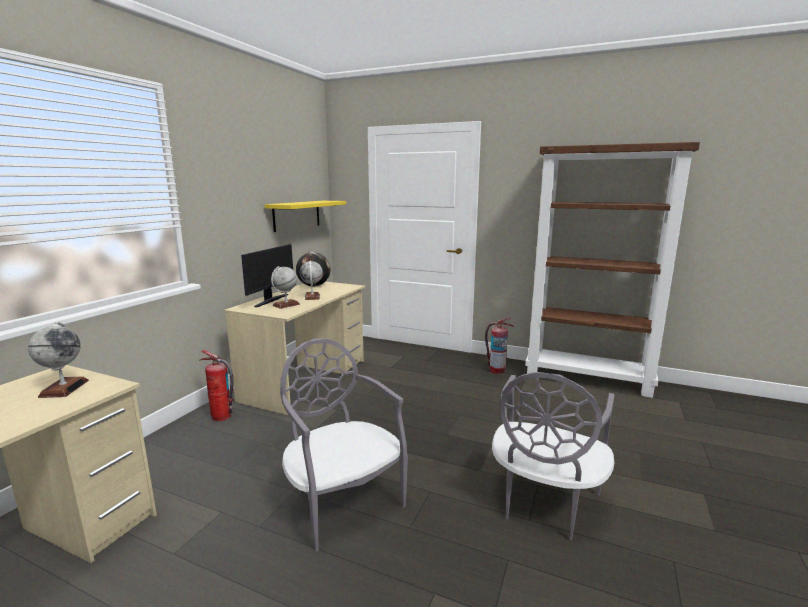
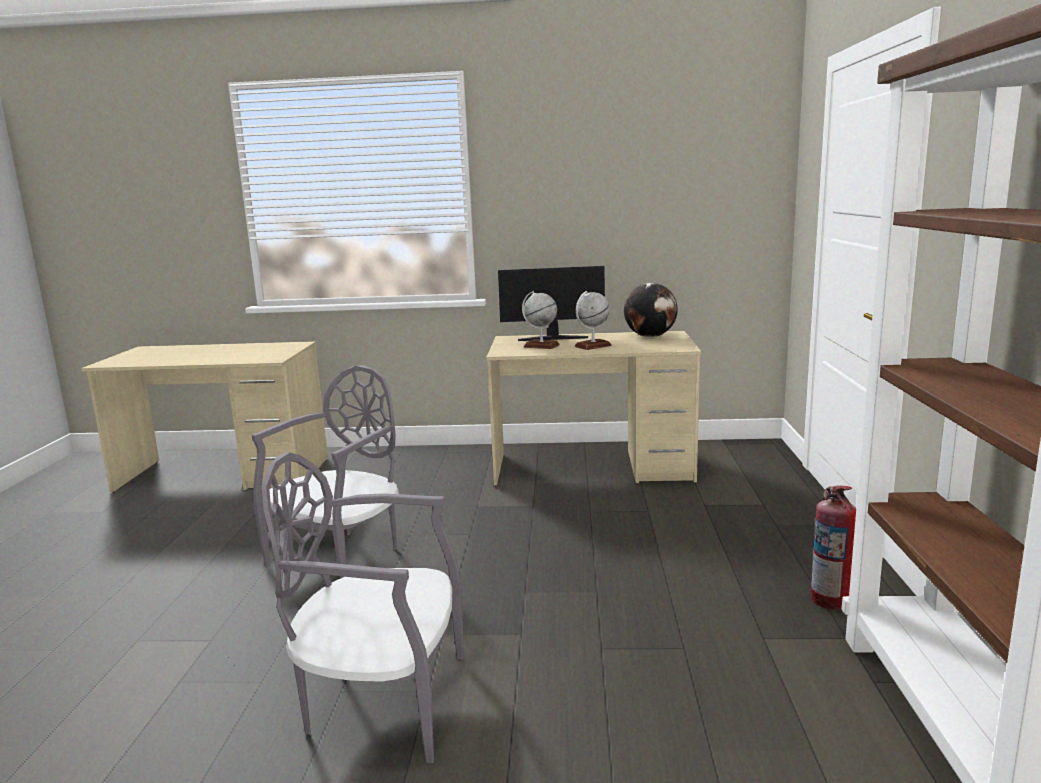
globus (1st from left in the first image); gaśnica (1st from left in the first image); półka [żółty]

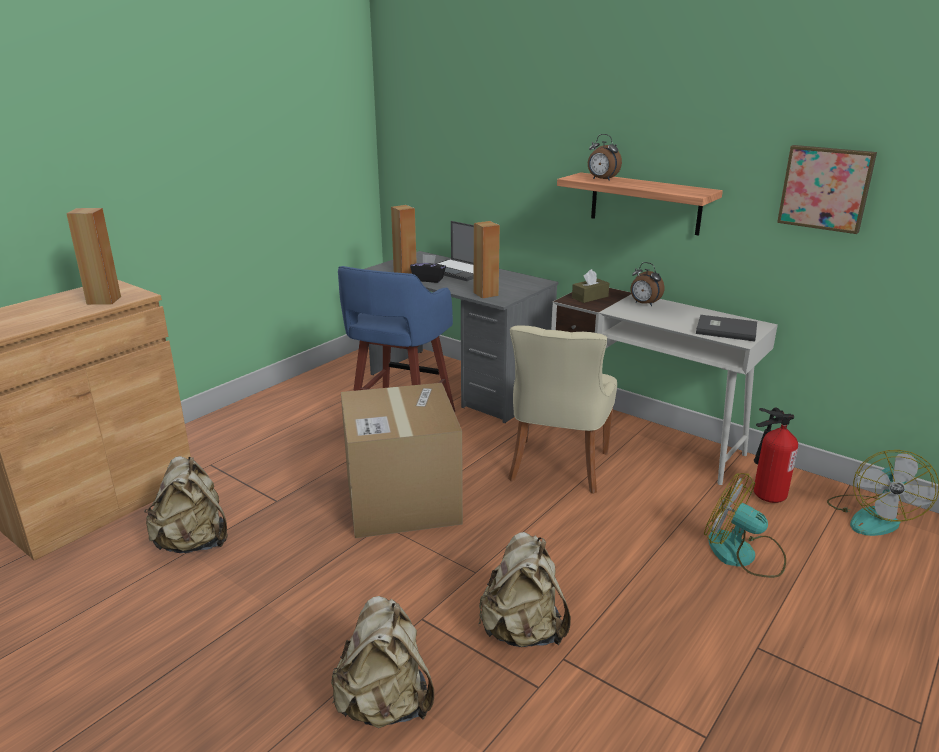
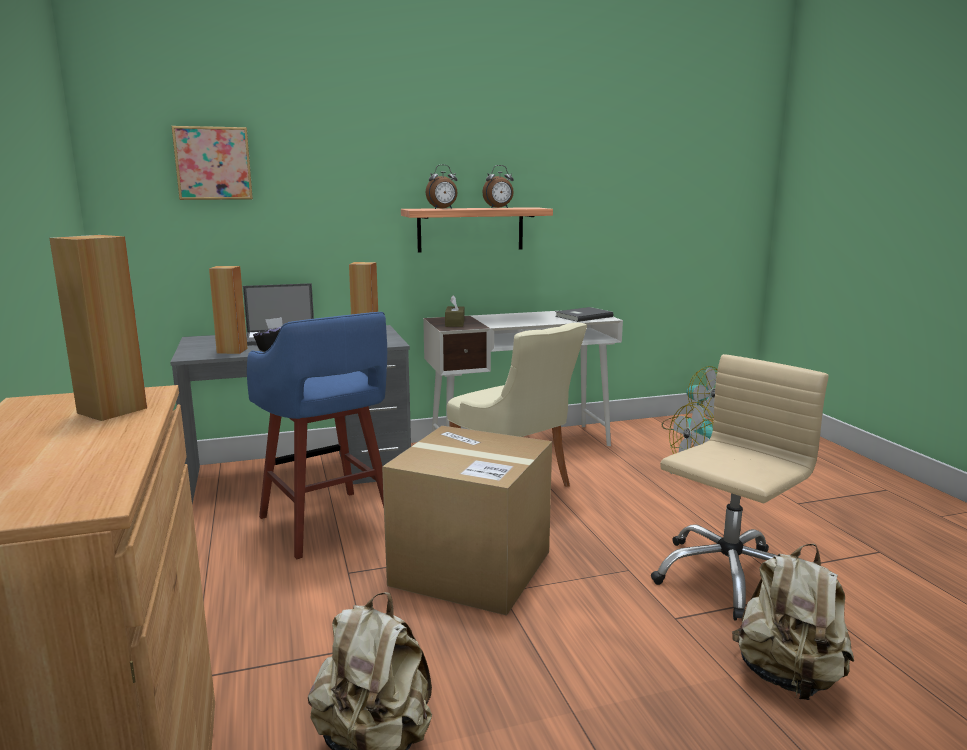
krzesło biurowe [beżowy]; budzik (2nd from left); gaśnica; obraz

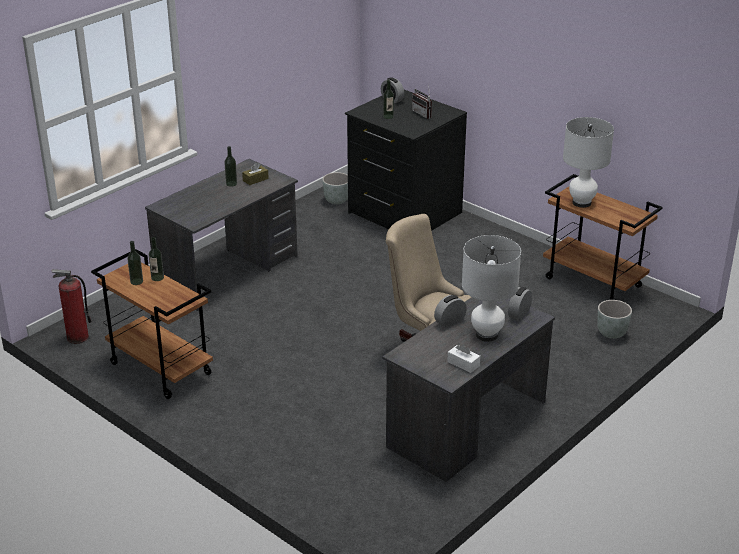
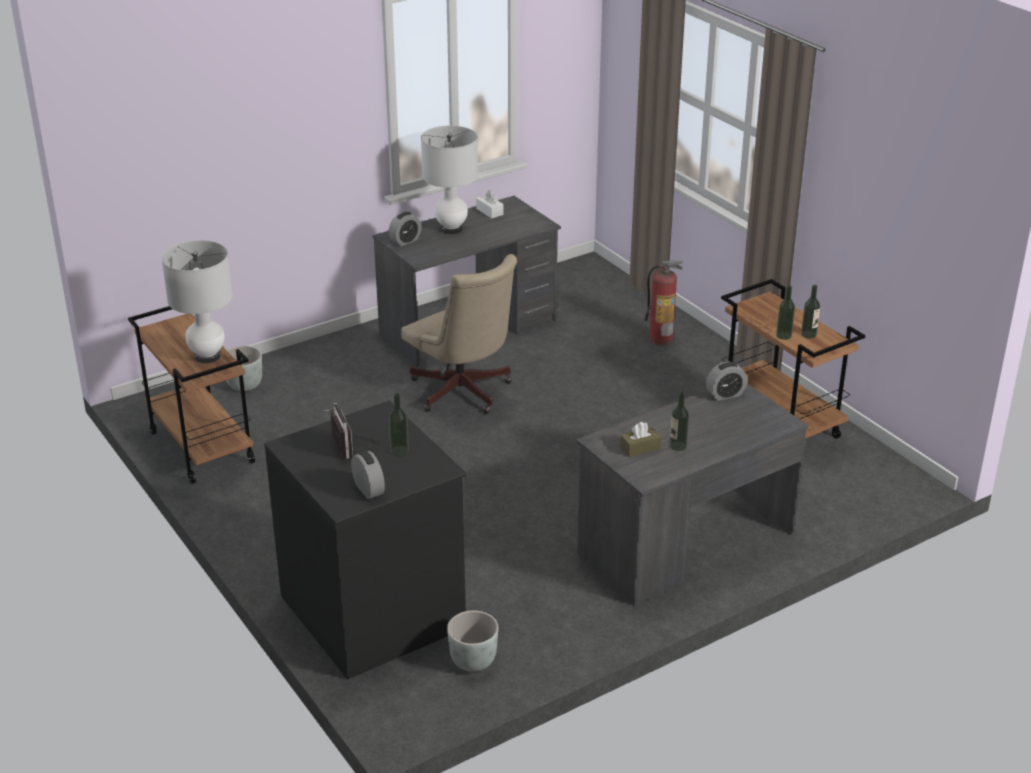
gaśnica; budzik (3rd from left)

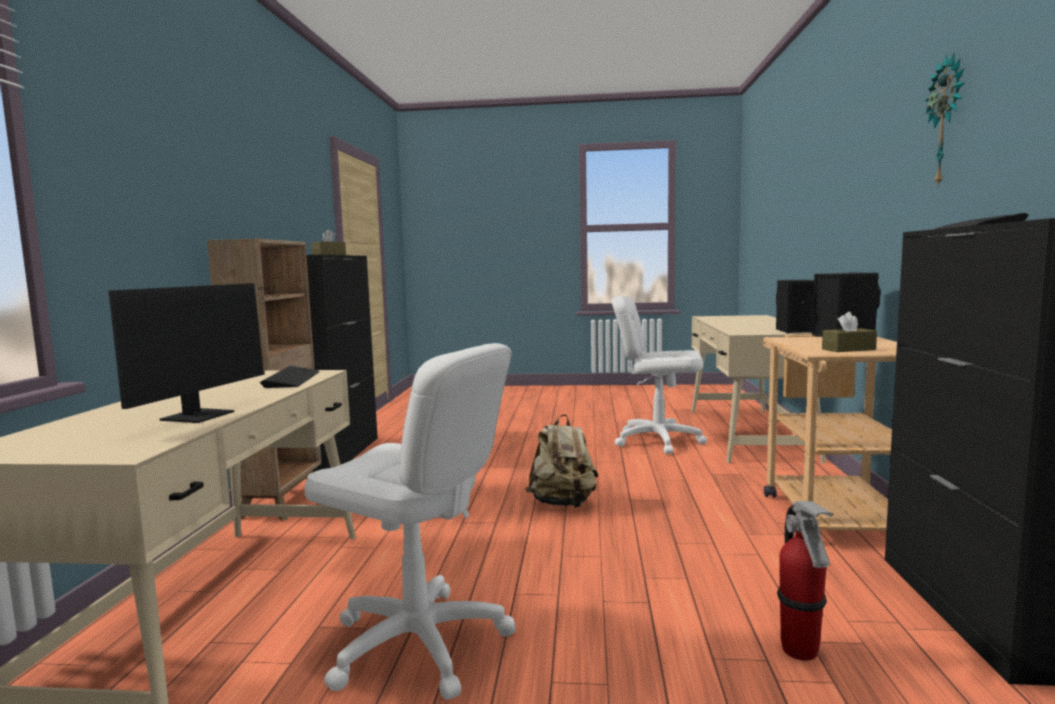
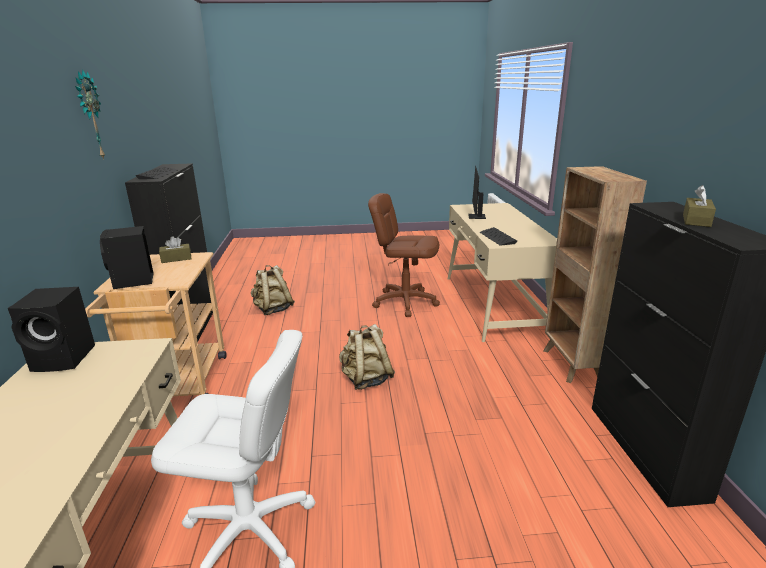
krzesło biurowe [brązowy]; plecak [beżowy] (1st from left)

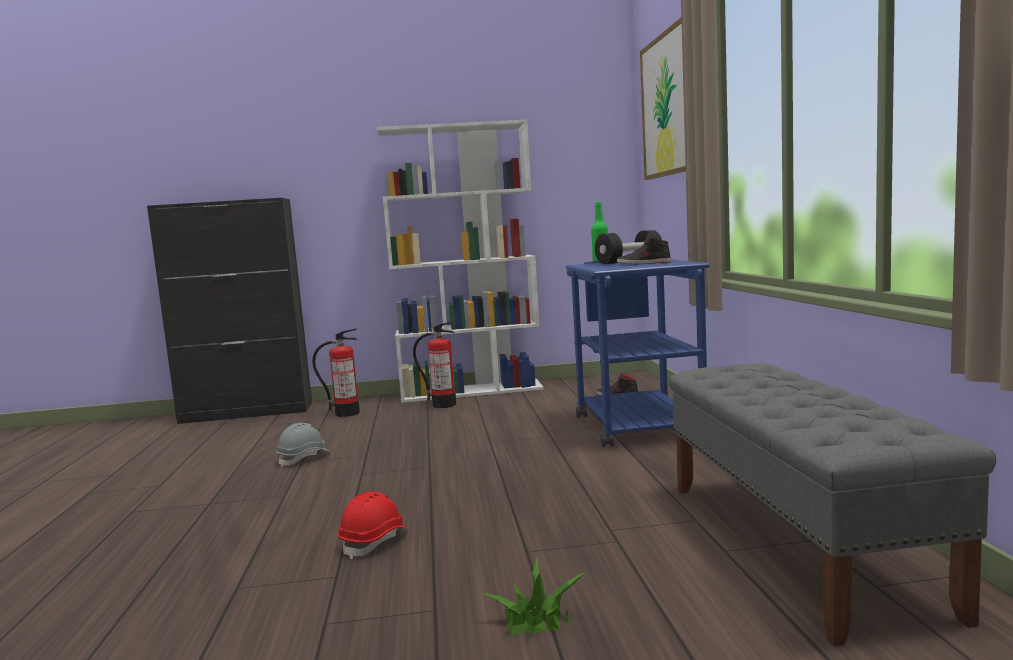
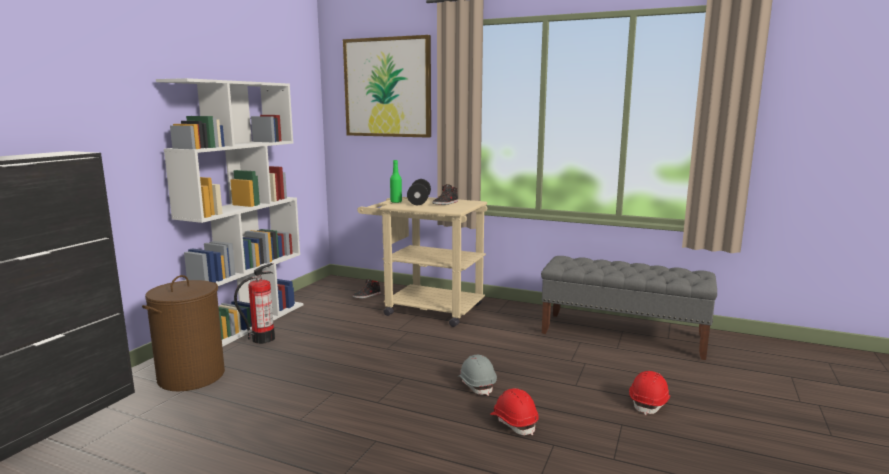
kask [szary]; kosz na pranie [brązowy]; kask [czerwony] (2nd from left); wózek [beżowy]

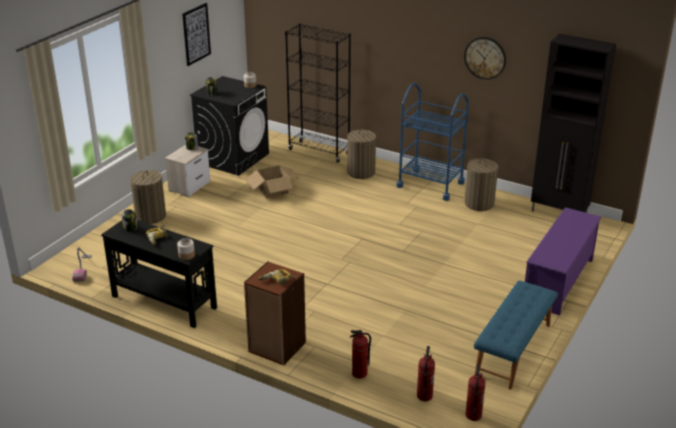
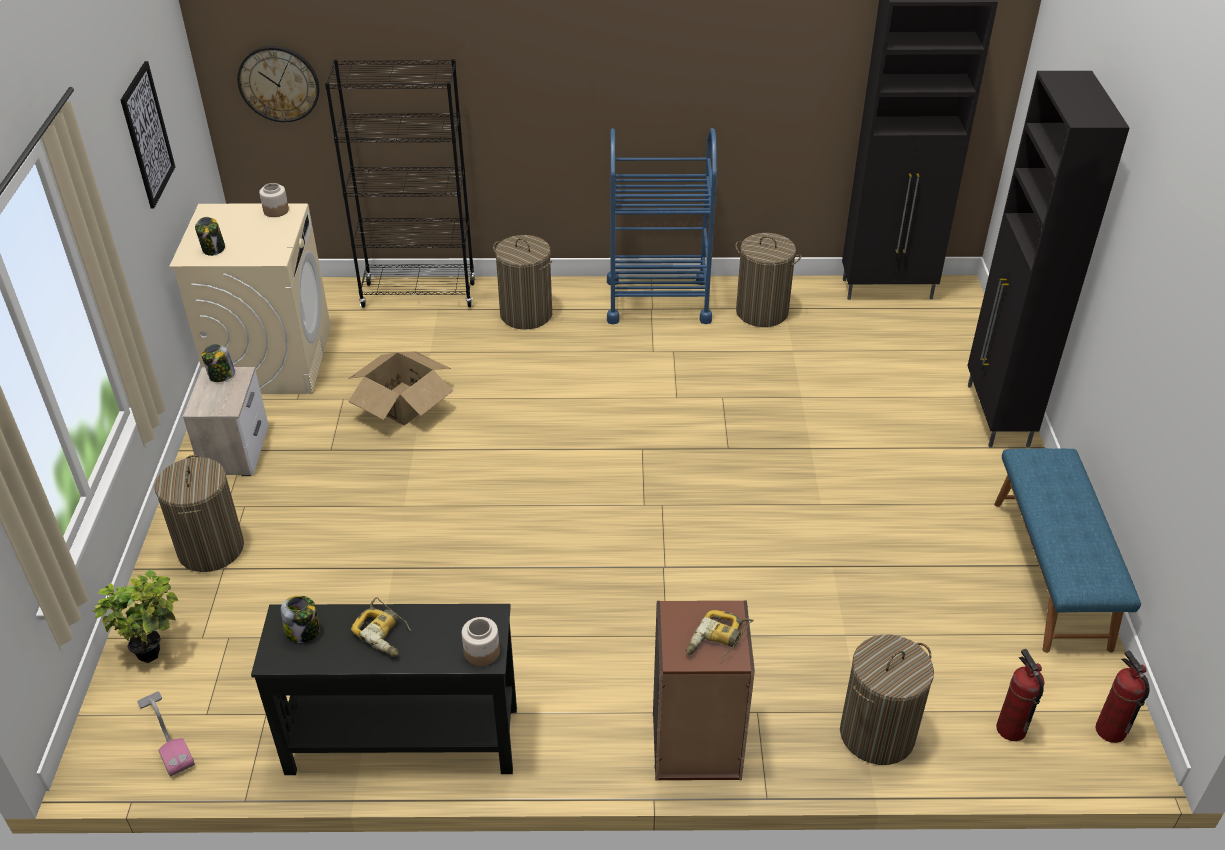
pralka [beżowy]; kosz na pranie (4th from left); zegar ścienny; szafka [czarny] (2nd from left); roślina doniczkowa

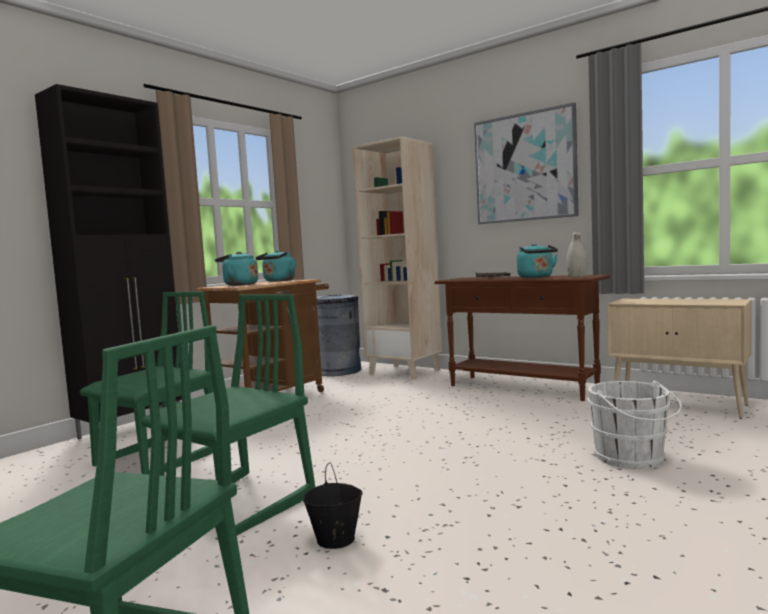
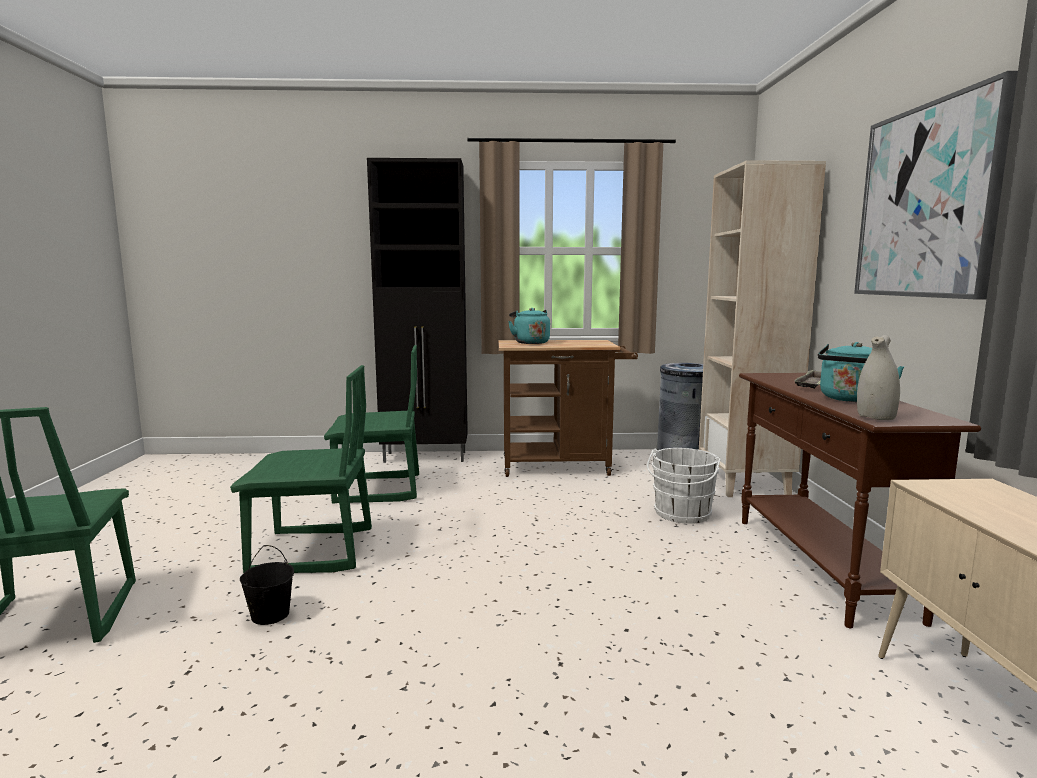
czajnik [turkusowy] (2nd from left in the first image); wiadro [biały]

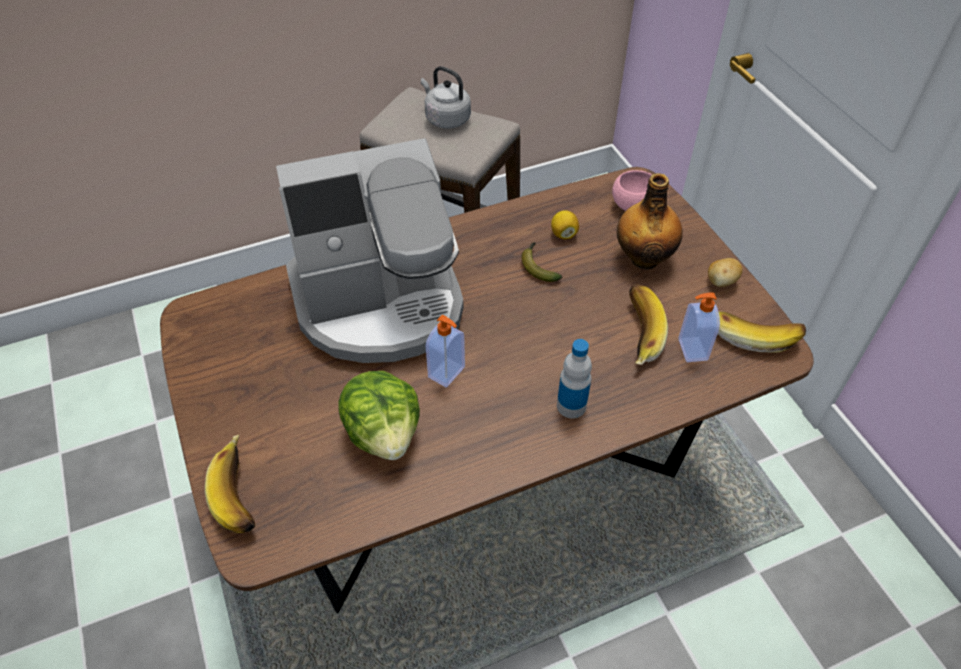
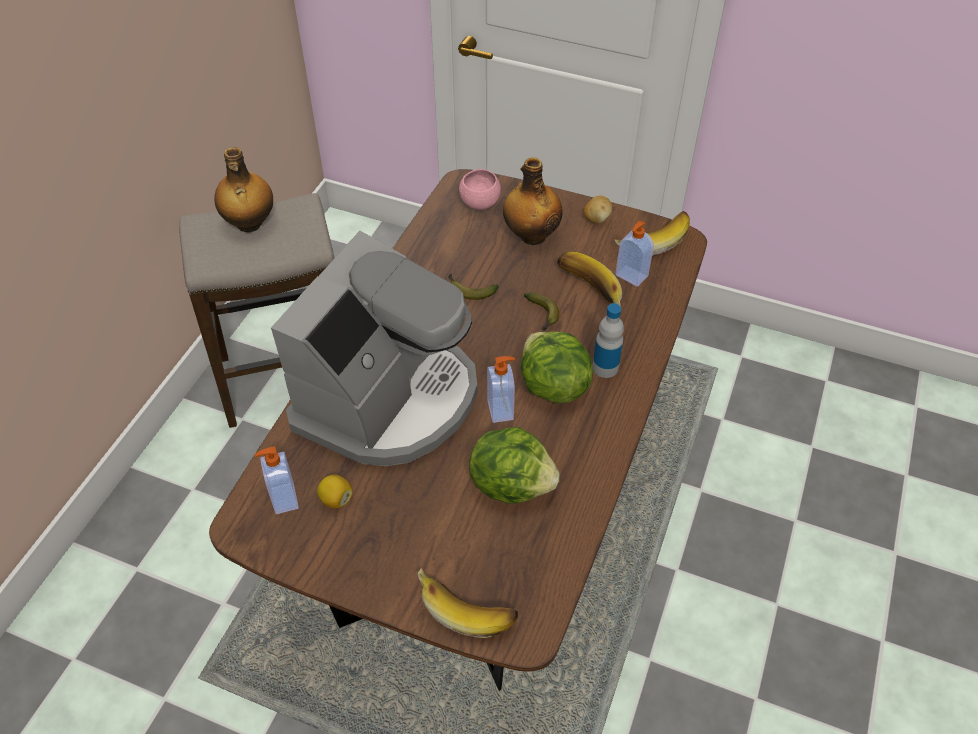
butelka (1st from left); cytryna; dozownik mydła (1st from left); sałata (2nd from left); banan (3rd from left)

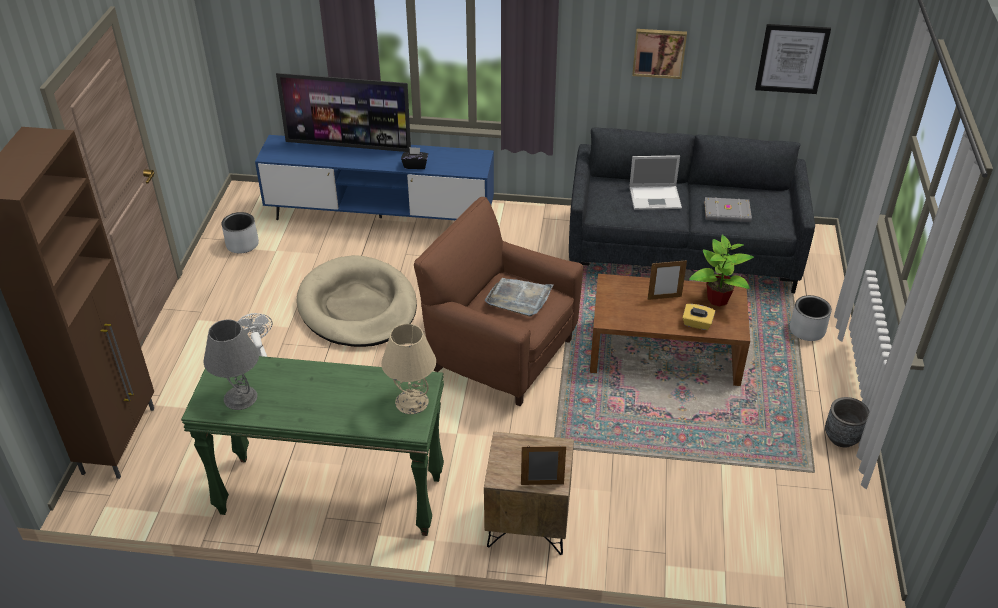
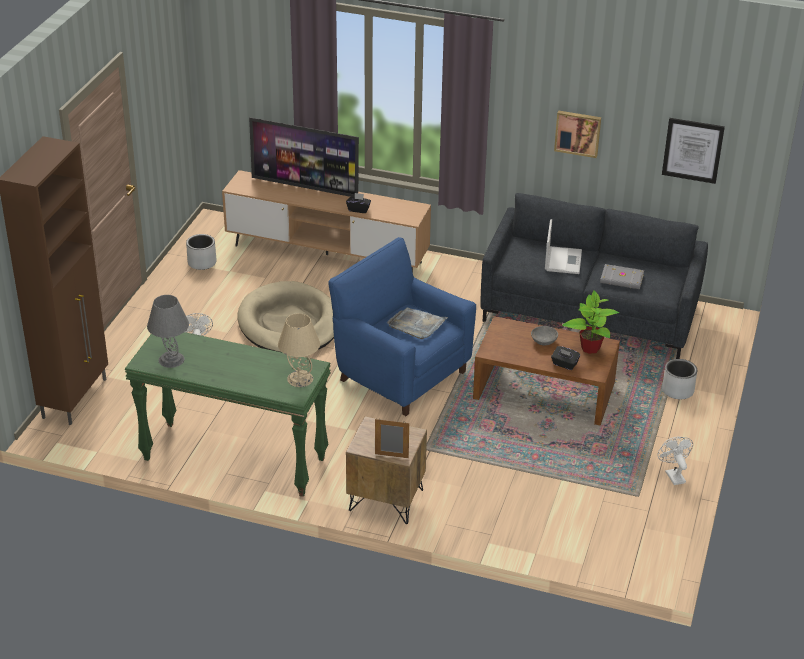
szafka pod telewizor [brązowy]; fotel [niebieski]; laptop; miska [szary]; pudełko chusteczek [czarny] (2nd from left); wentylator [biały] (2nd from left)

